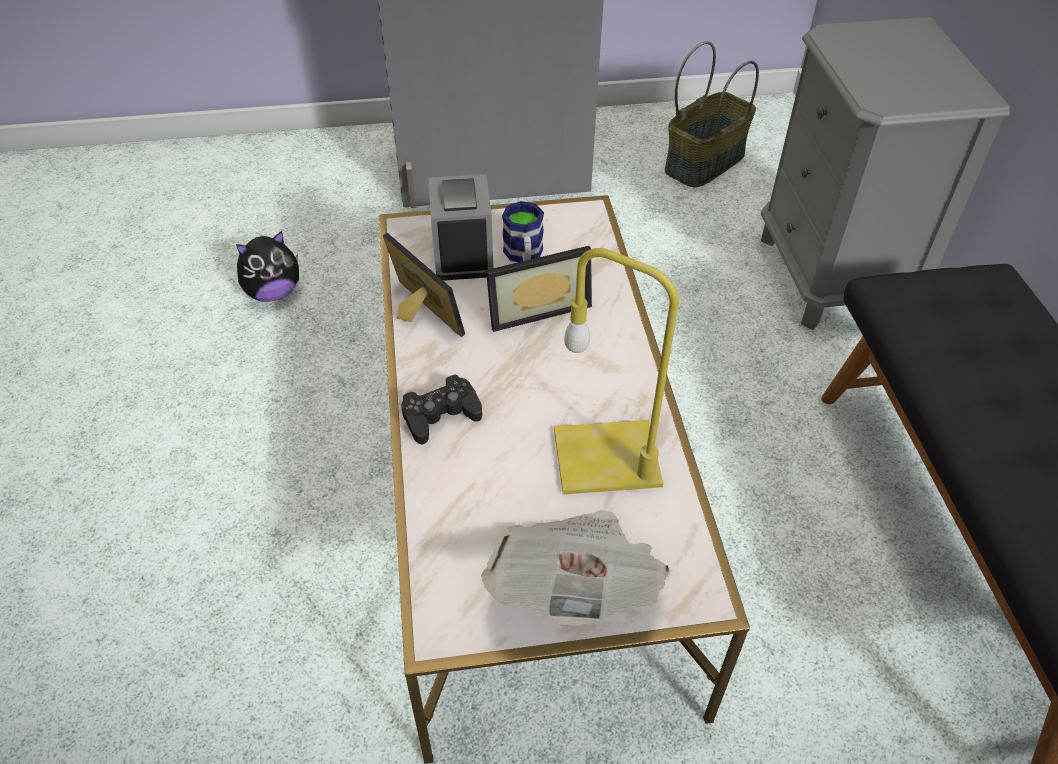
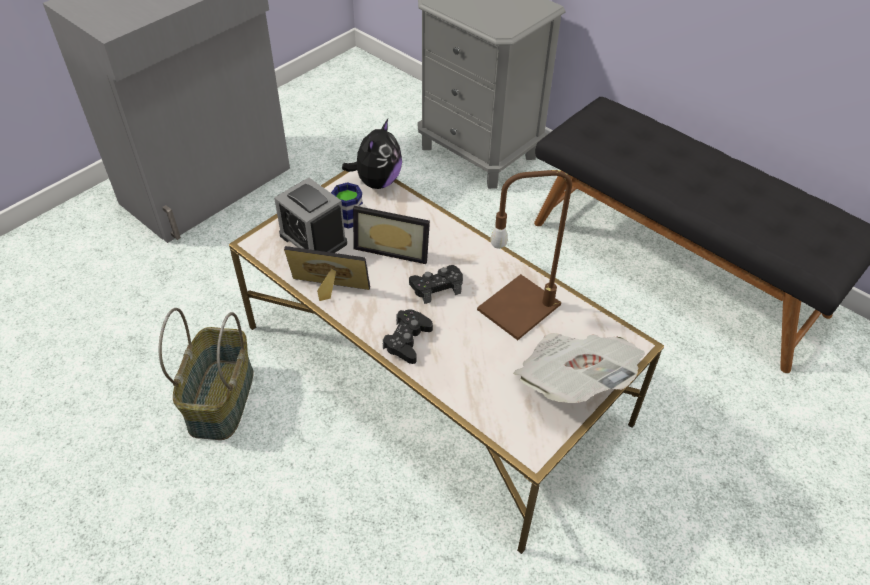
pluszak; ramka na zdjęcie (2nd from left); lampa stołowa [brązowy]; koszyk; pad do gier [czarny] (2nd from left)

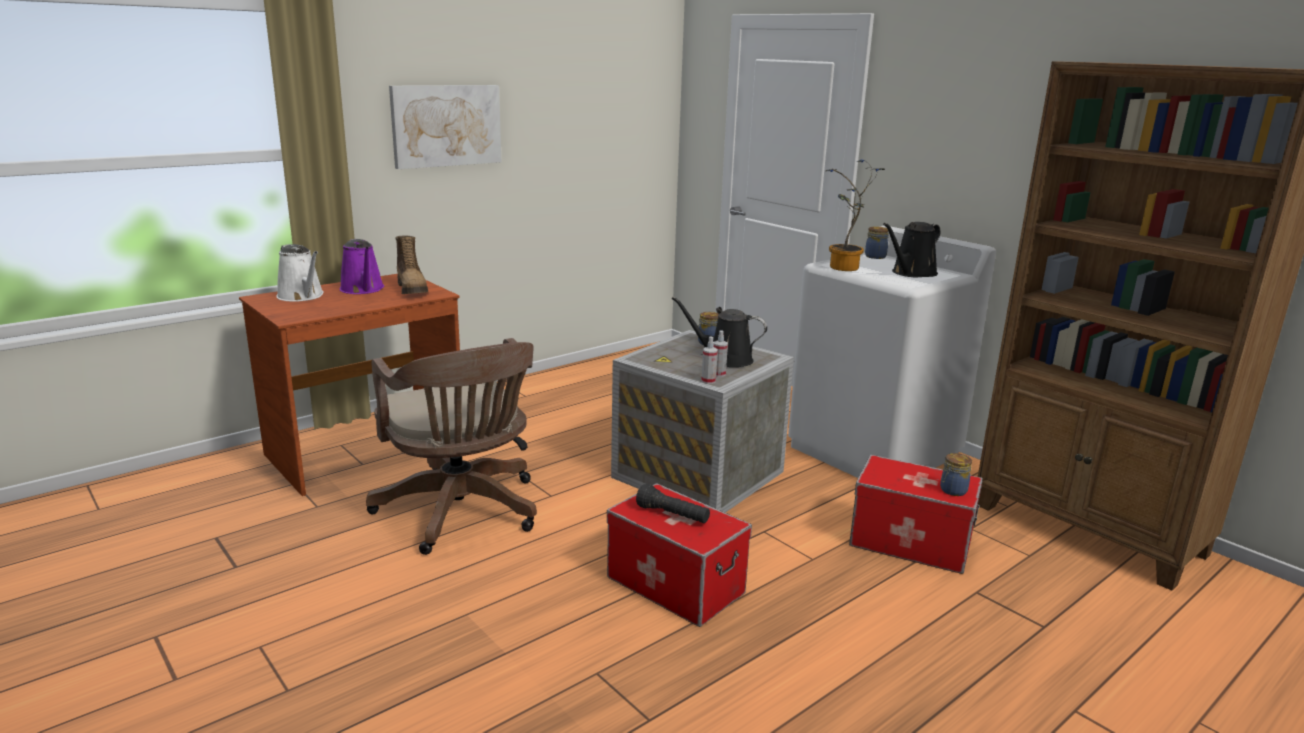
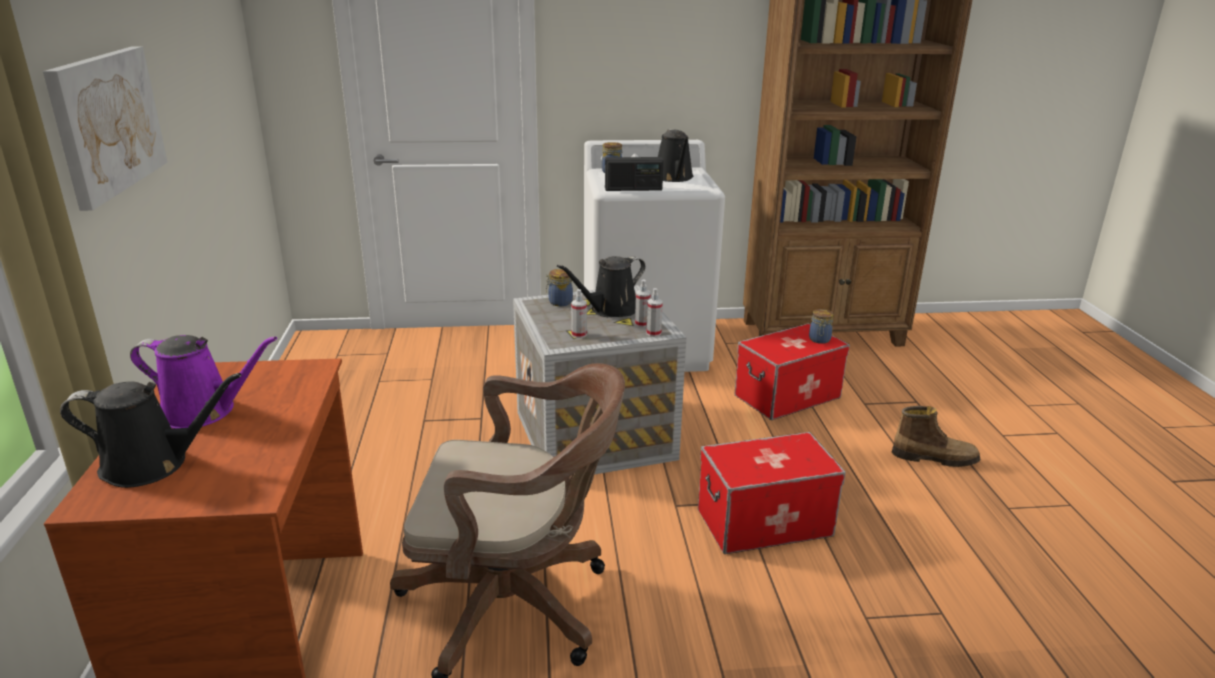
konewka [czarny] (1st from left); but z cholewką; latarka [czarny]; radio; spryskiwacz (1st from left)

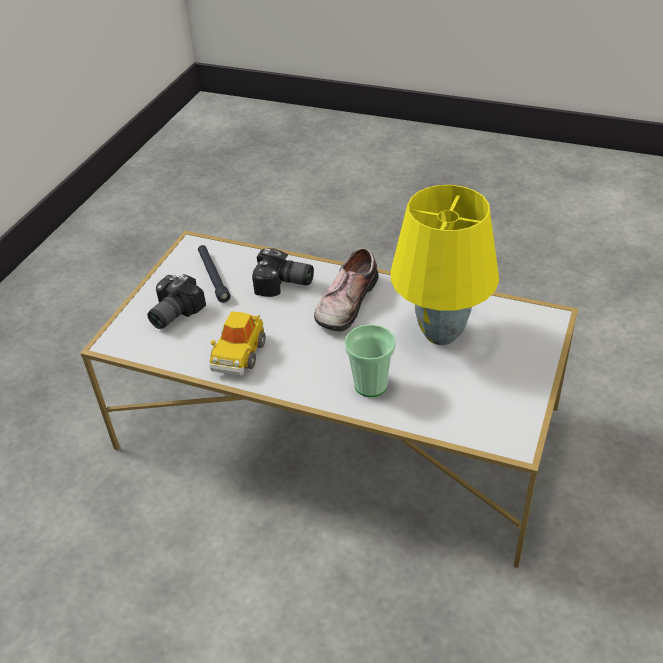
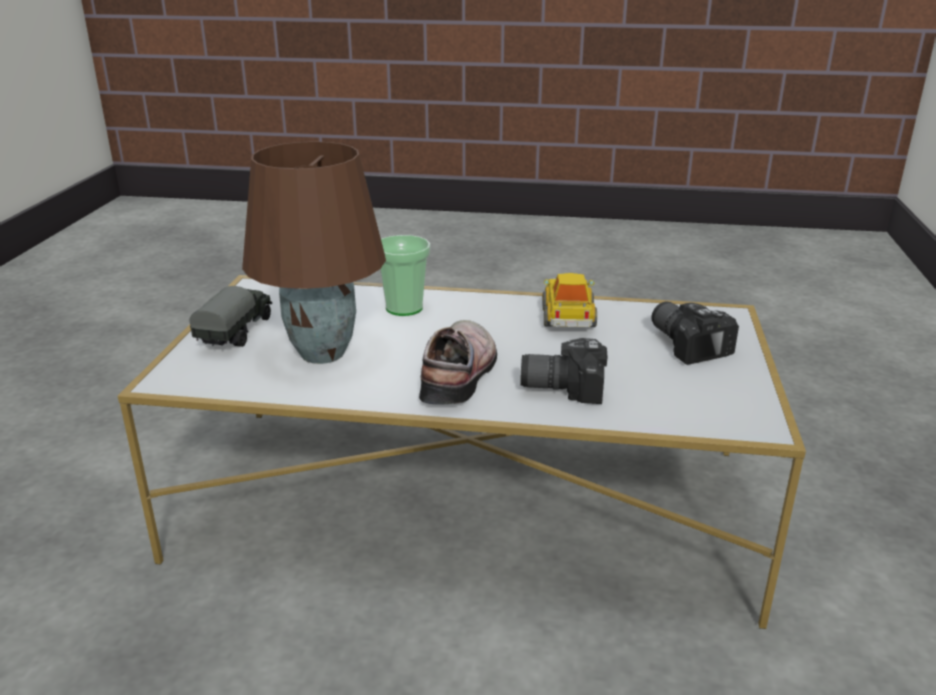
aparat fotograficzny (2nd from left); latarka [czarny]; lampa stołowa [brązowy]; ciężarówka zabawkowa

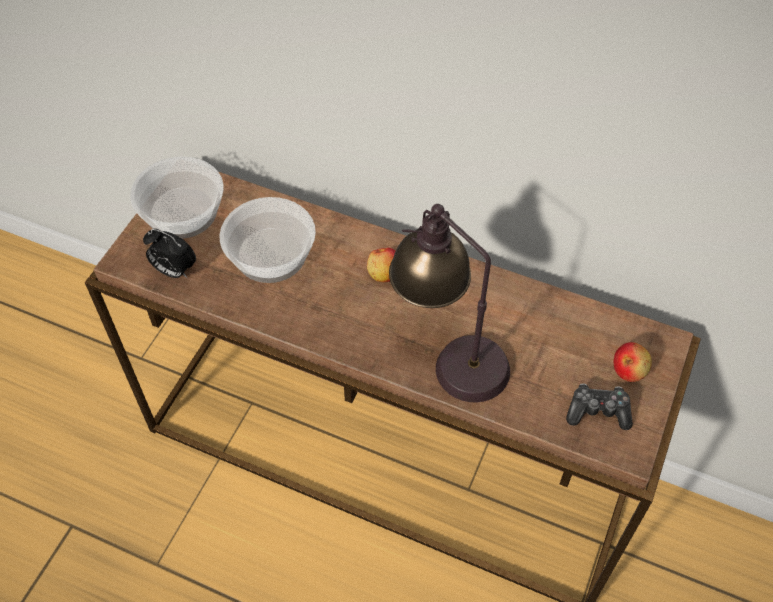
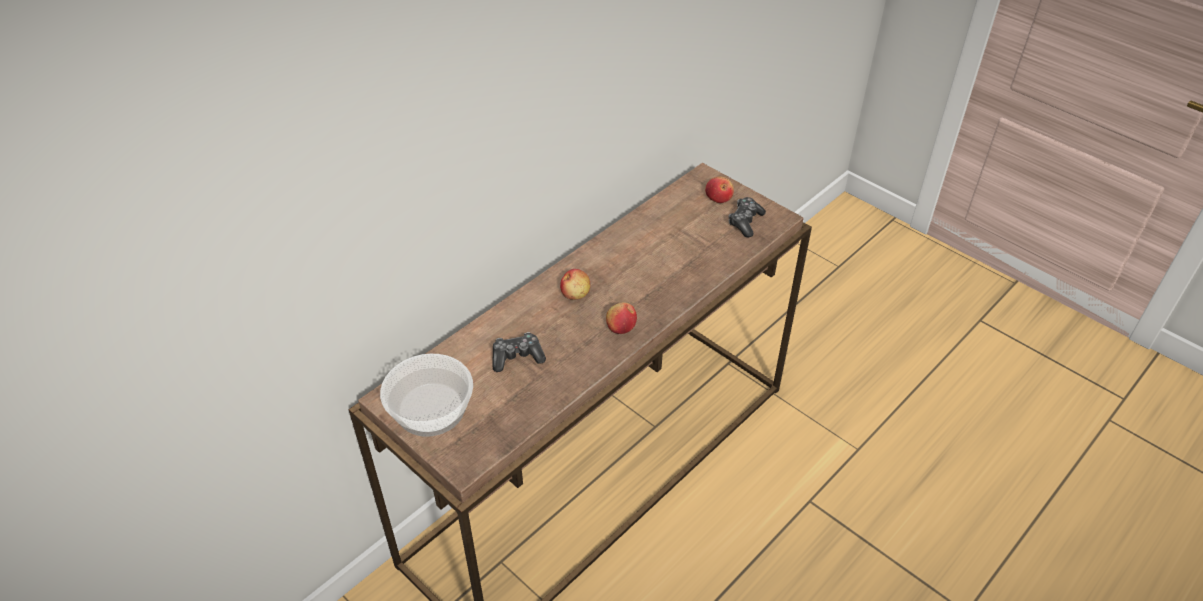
budzik; pad do gier (1st from left); lampa stołowa; jabłko (2nd from left)

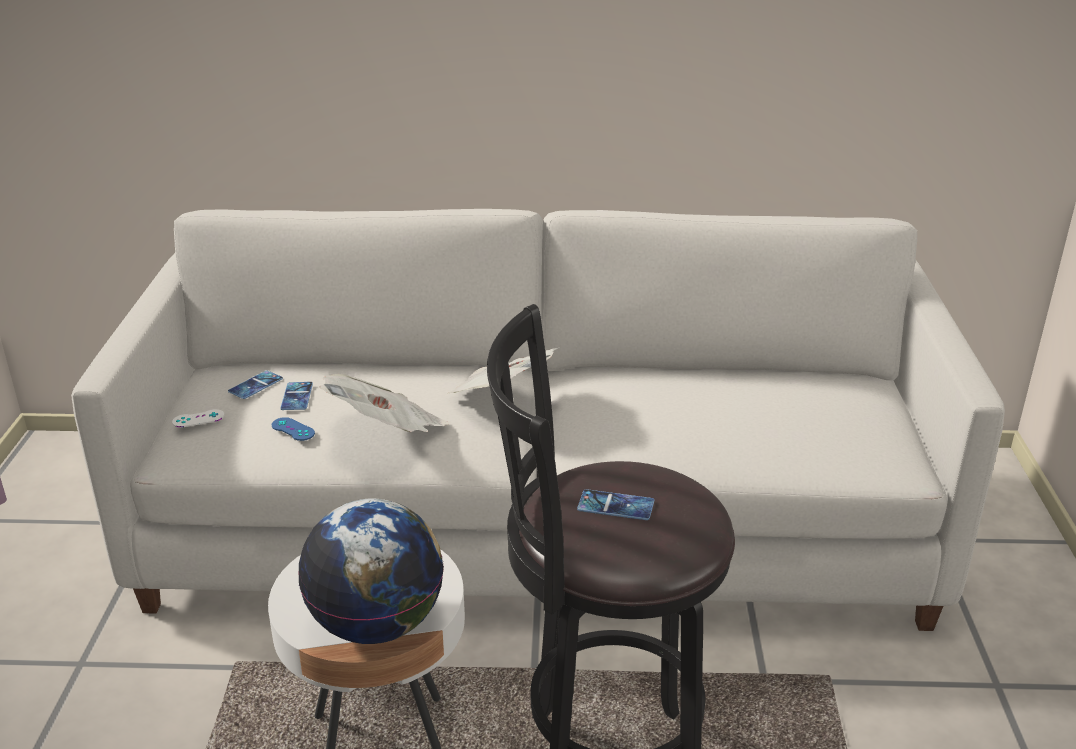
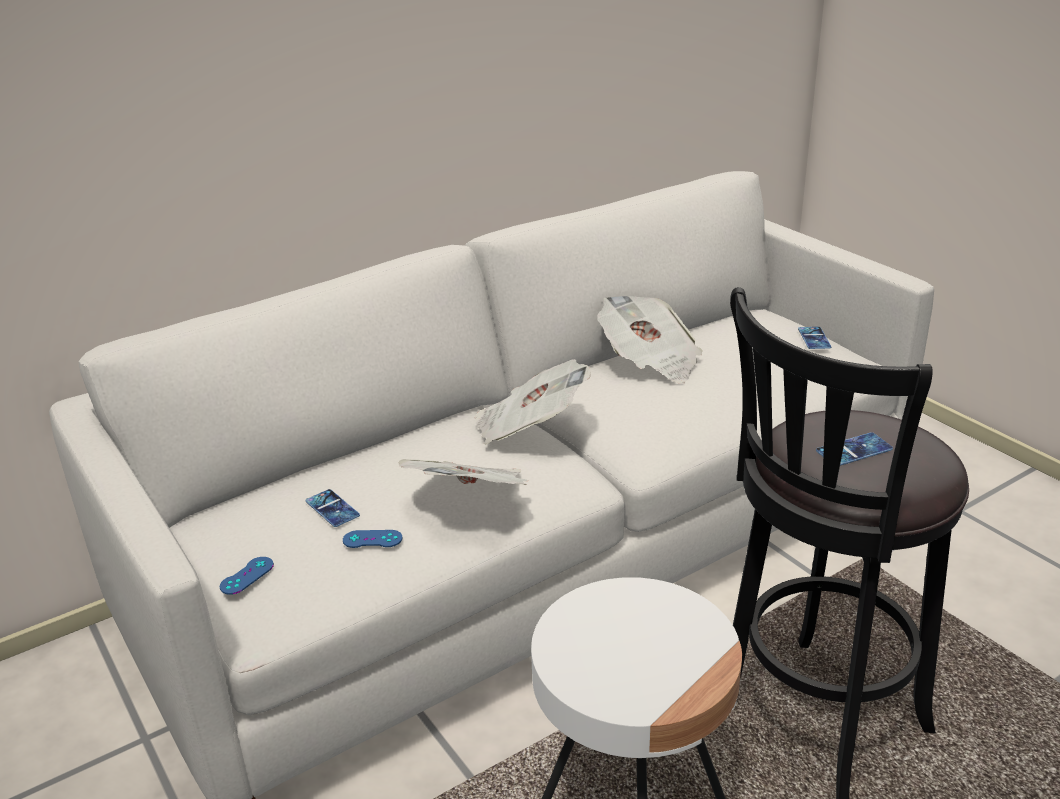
pad do gier [niebieski] (1st from left); telefon (2nd from left); globus; gazeta (3rd from left)

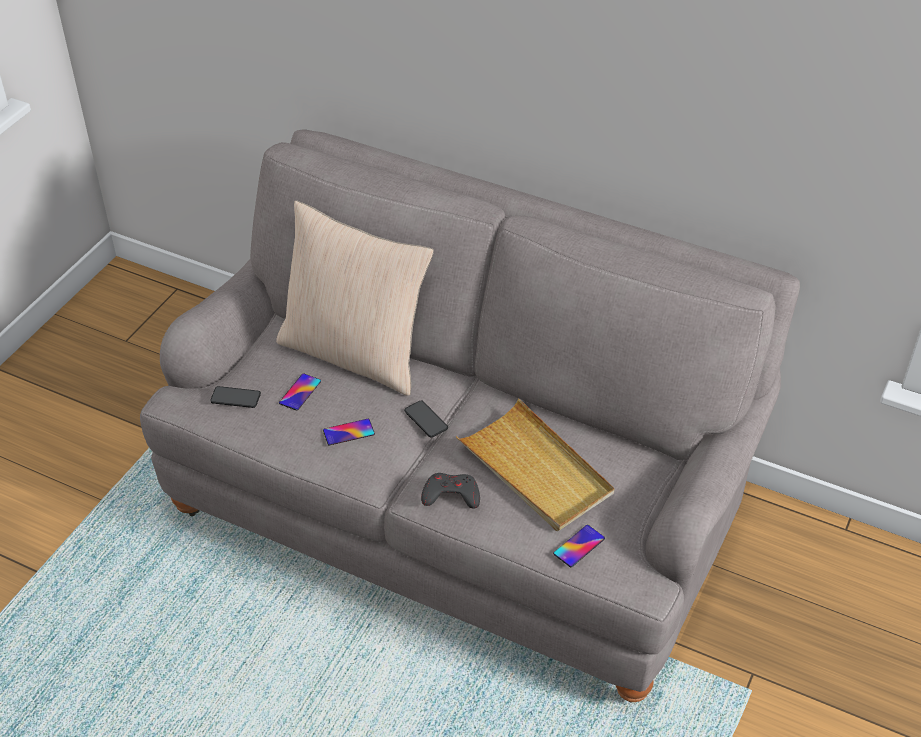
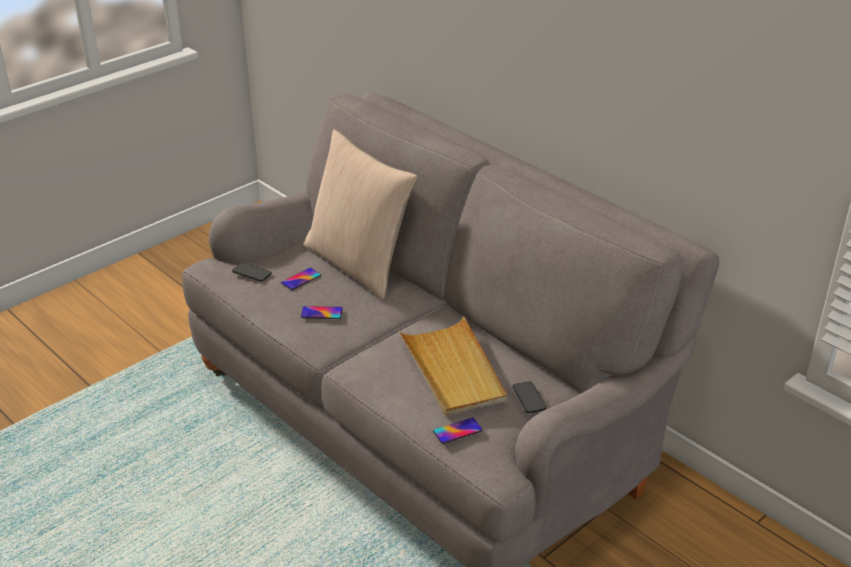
telefon (5th from left); pad do gier [szary]

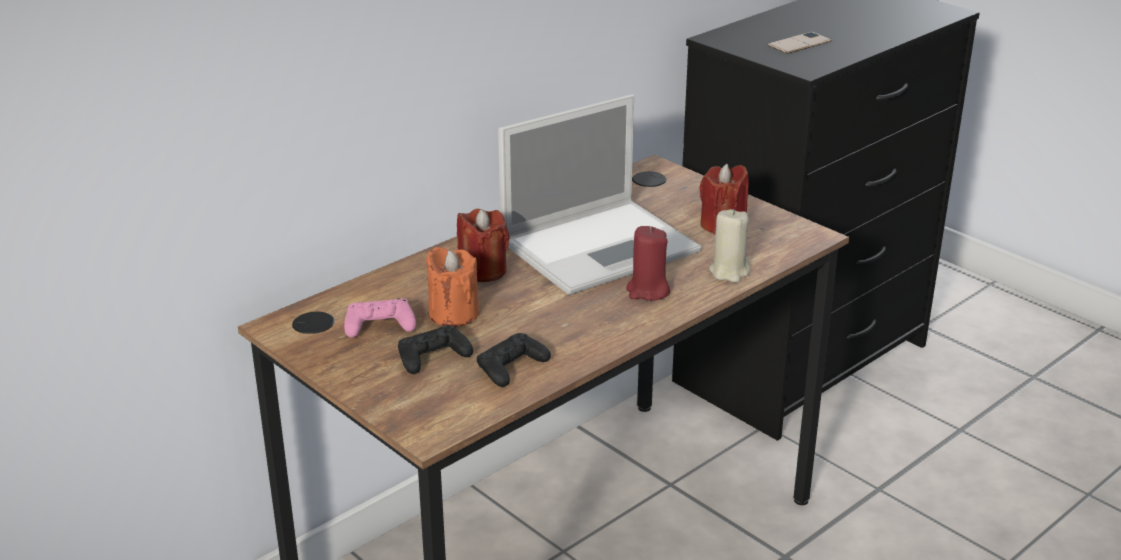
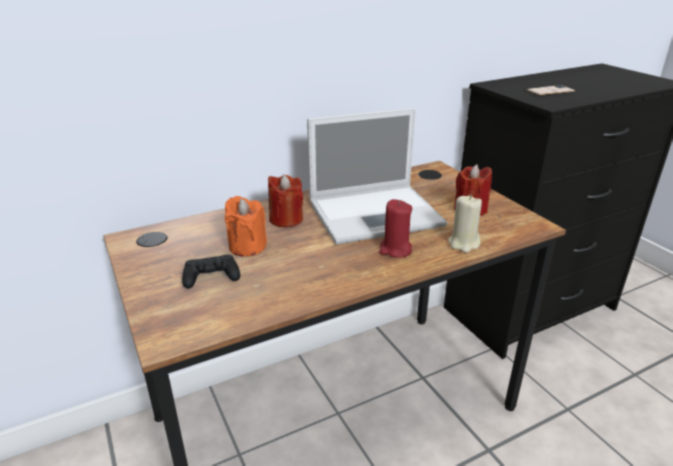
pad do gier [różowy]; pad do gier [czarny] (2nd from left in the first image)

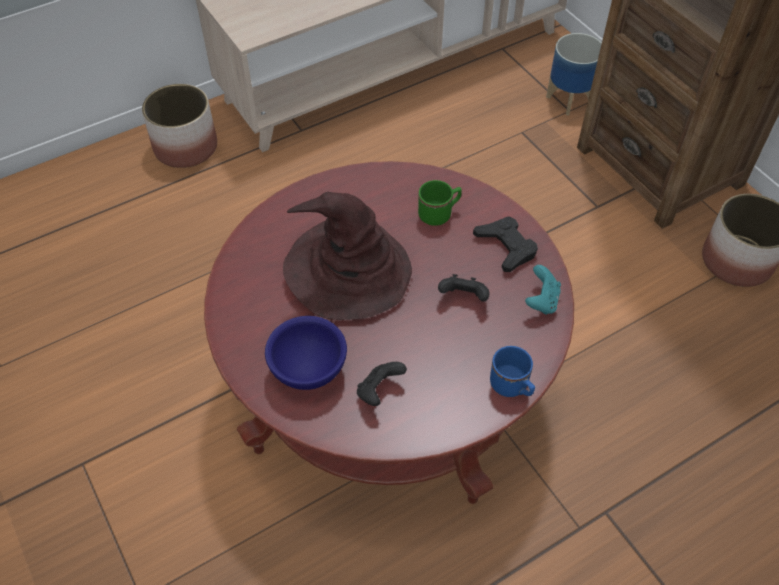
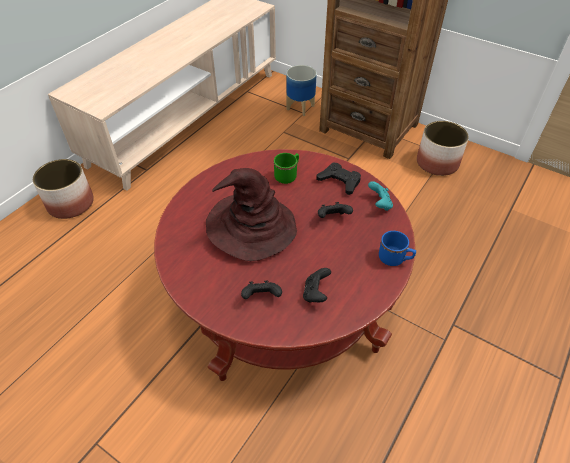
pad do gier [czarny] (1st from left)

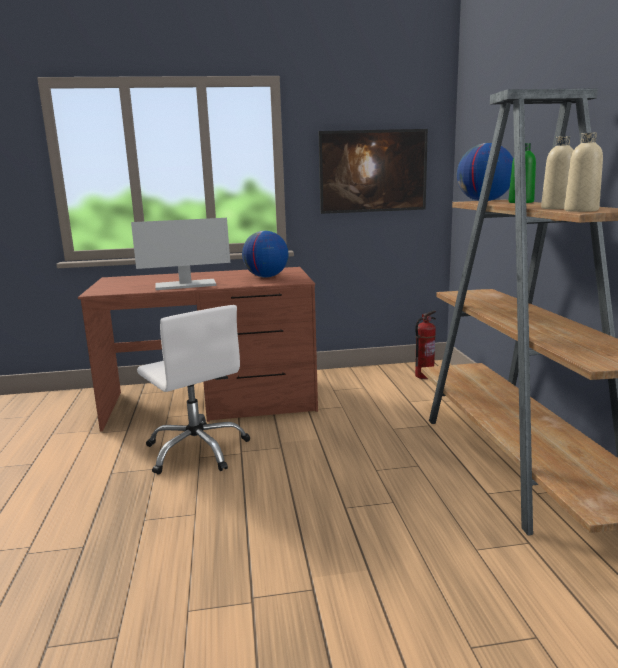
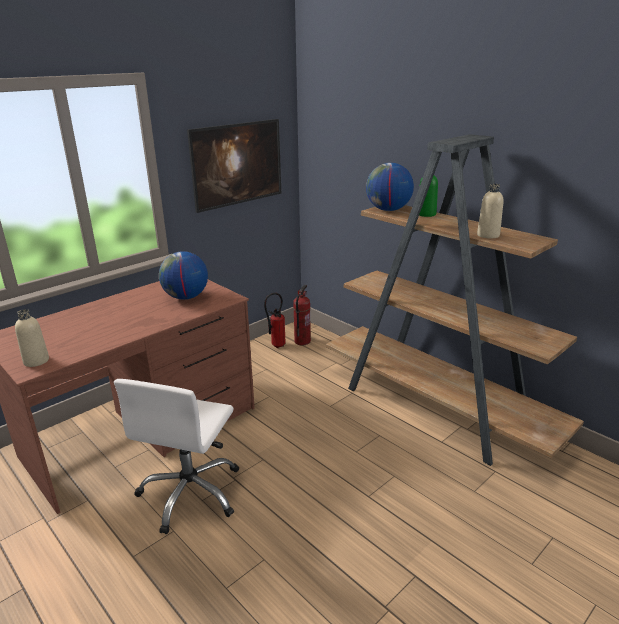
monitor; krzesło biurowe [biały]; butelka [beżowy] (1st from left); gaśnica (1st from left)

